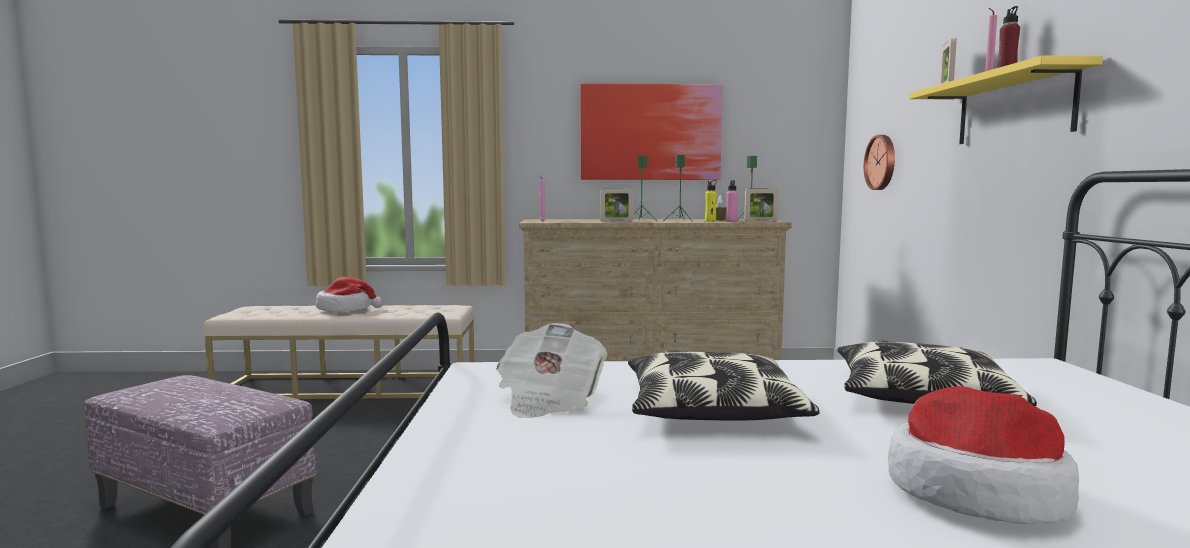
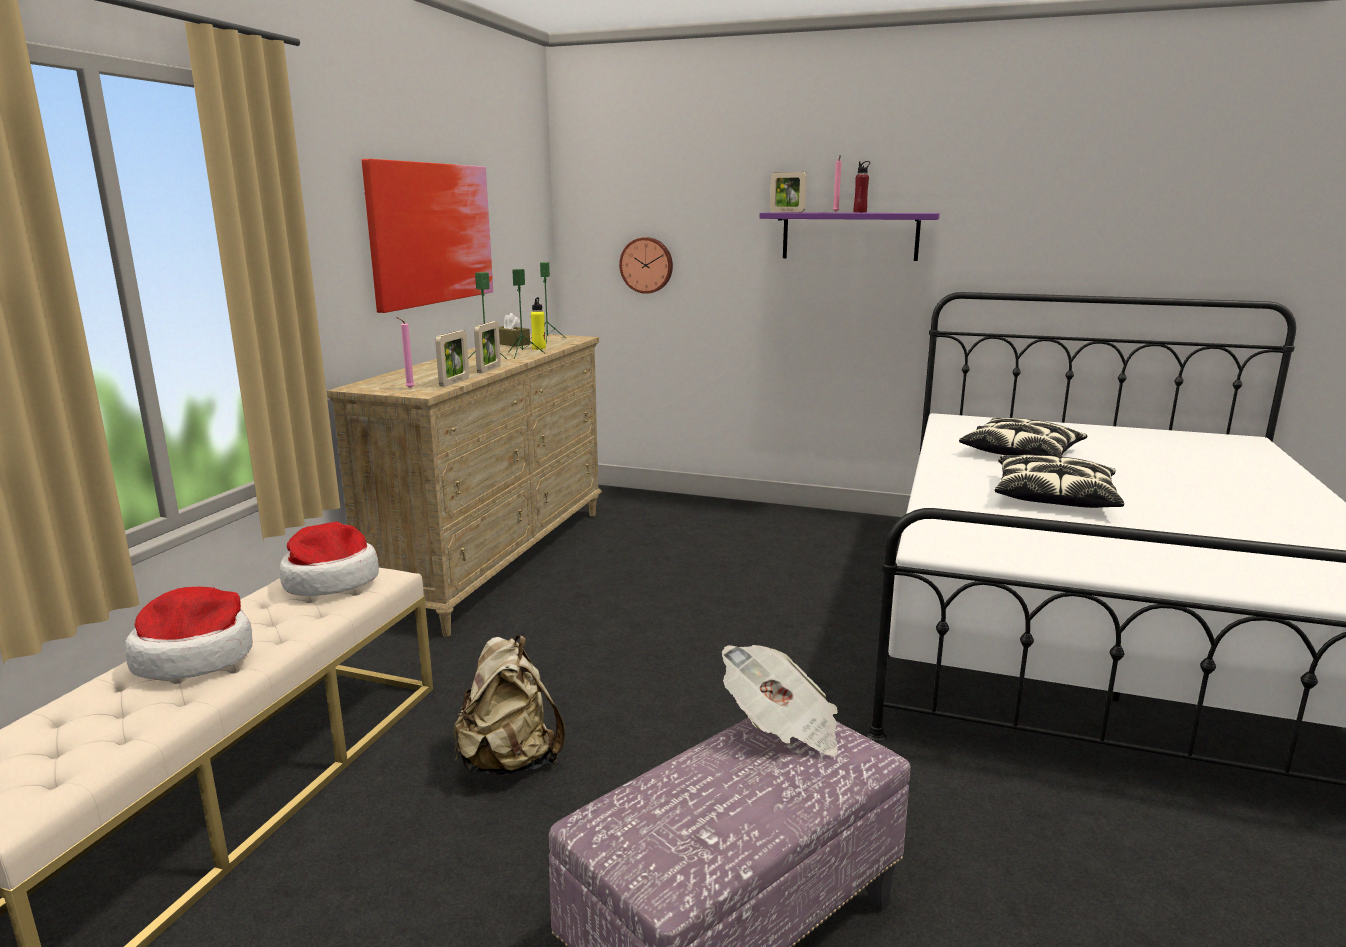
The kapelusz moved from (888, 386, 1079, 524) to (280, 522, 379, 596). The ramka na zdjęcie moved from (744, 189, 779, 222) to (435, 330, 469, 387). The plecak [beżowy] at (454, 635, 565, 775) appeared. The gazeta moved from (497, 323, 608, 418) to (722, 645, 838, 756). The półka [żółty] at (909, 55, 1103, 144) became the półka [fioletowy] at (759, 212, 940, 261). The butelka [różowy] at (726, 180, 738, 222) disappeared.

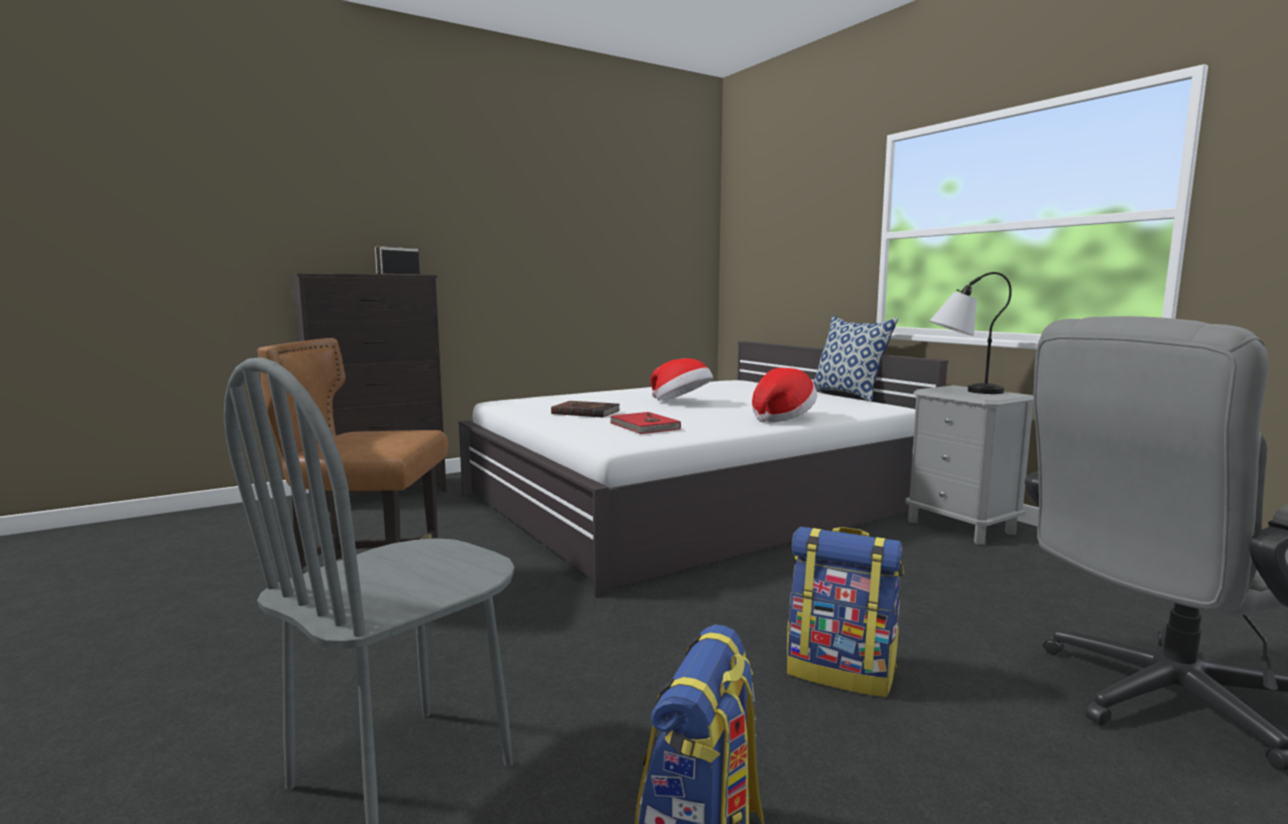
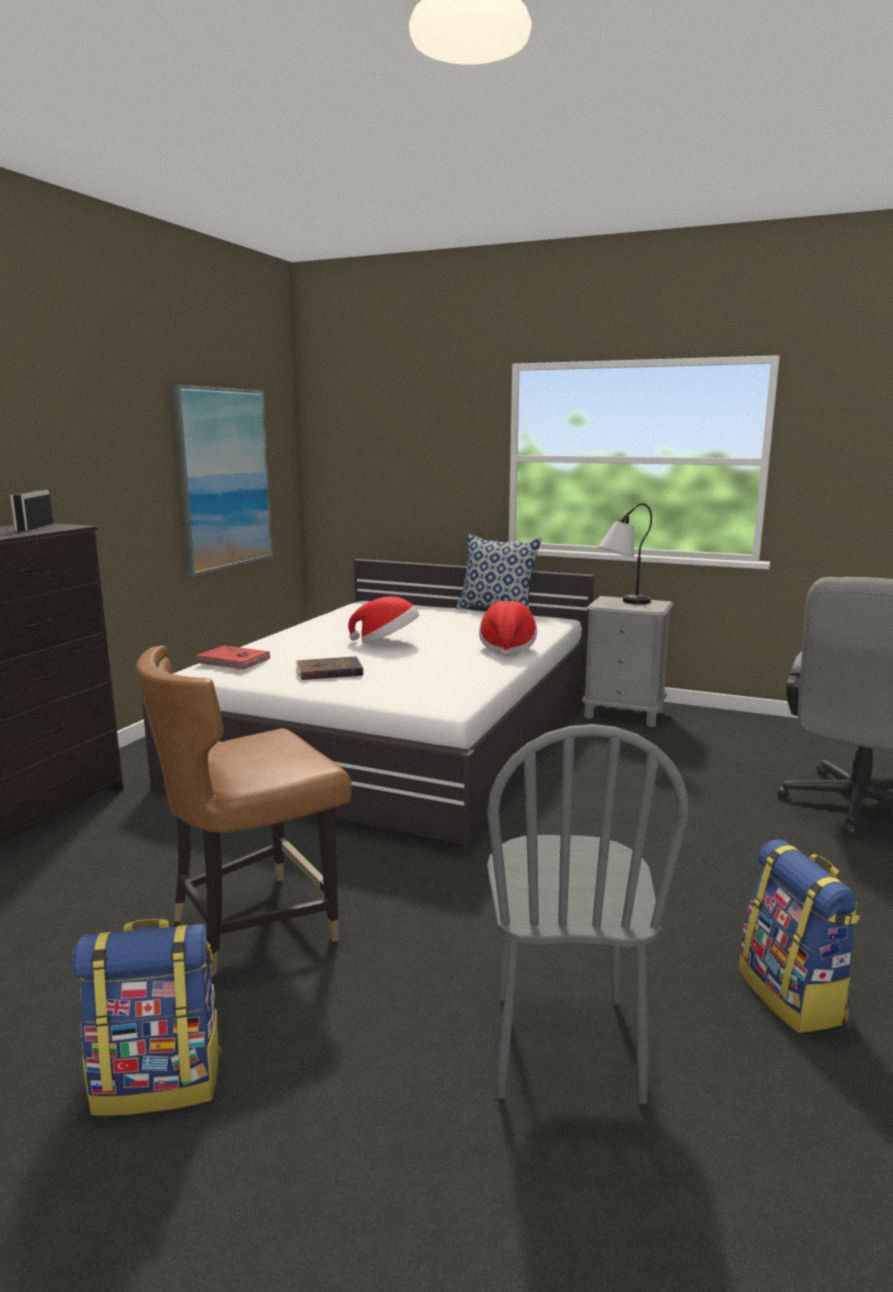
The plecak moved from (787, 527, 904, 697) to (72, 919, 222, 1116). The obraz at (172, 385, 273, 576) appeared. The książka [czerwony] moved from (610, 412, 681, 434) to (195, 645, 270, 669).

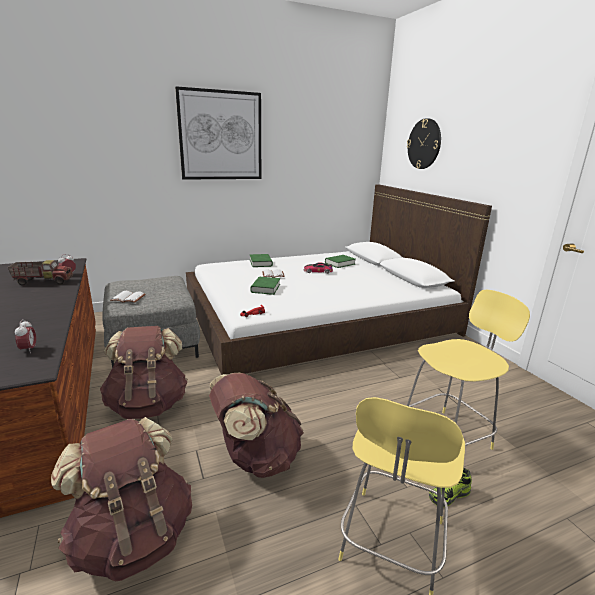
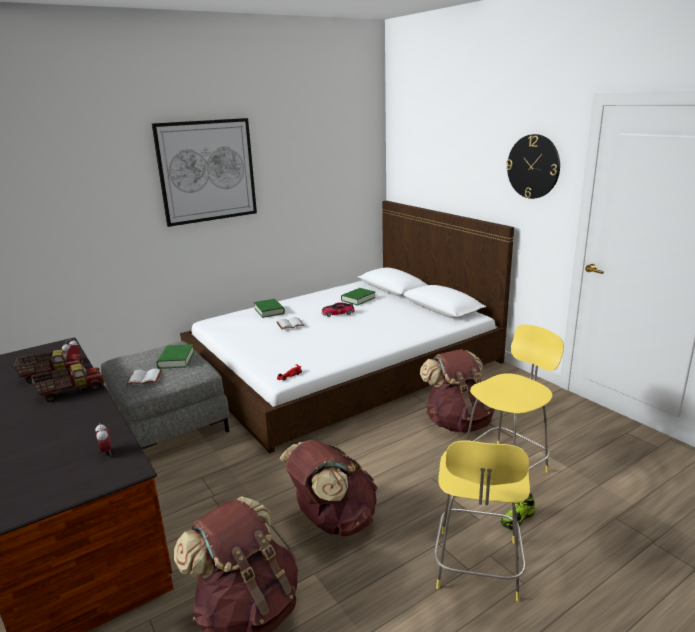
The ciężarówka zabawkowa at (31, 364, 104, 402) appeared. The książka [zielony] moved from (250, 277, 280, 295) to (156, 344, 195, 369). The plecak [brązowy] moved from (100, 326, 188, 419) to (420, 349, 495, 433). The zegar ścienny moved from (407, 118, 441, 169) to (506, 134, 560, 199).

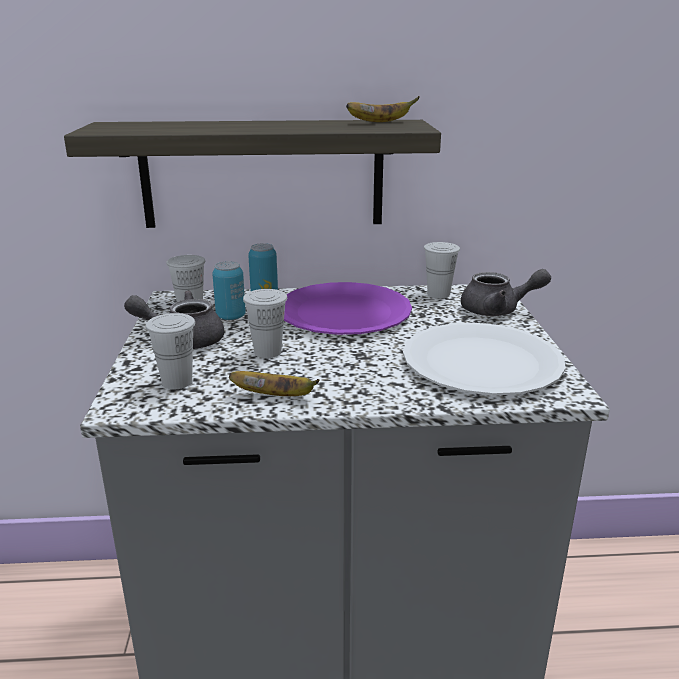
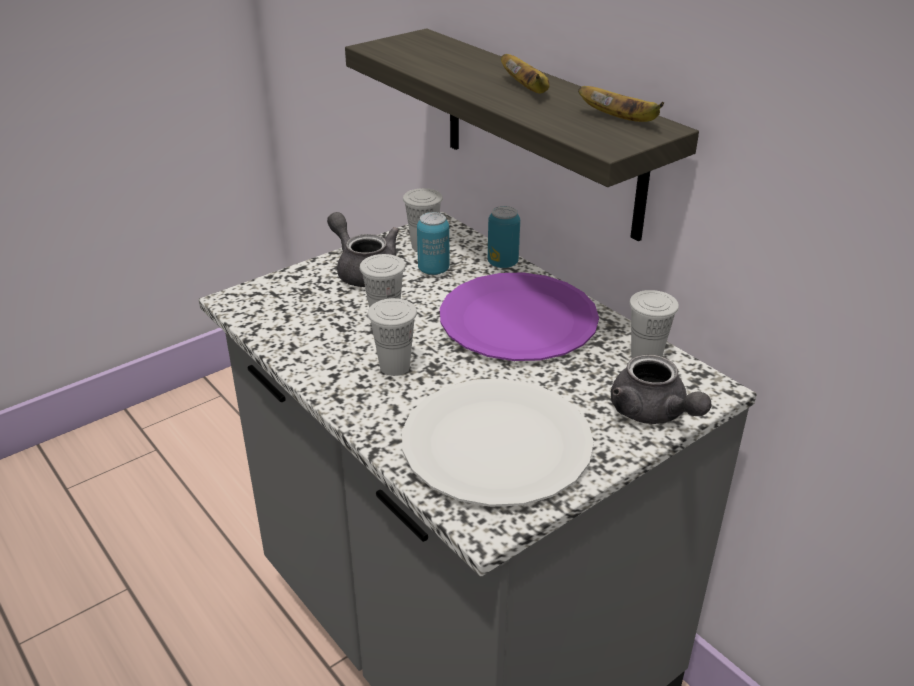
The filiżanka [biały] moved from (146, 313, 195, 389) to (368, 298, 417, 376). The banan moved from (229, 371, 319, 396) to (501, 54, 550, 94).

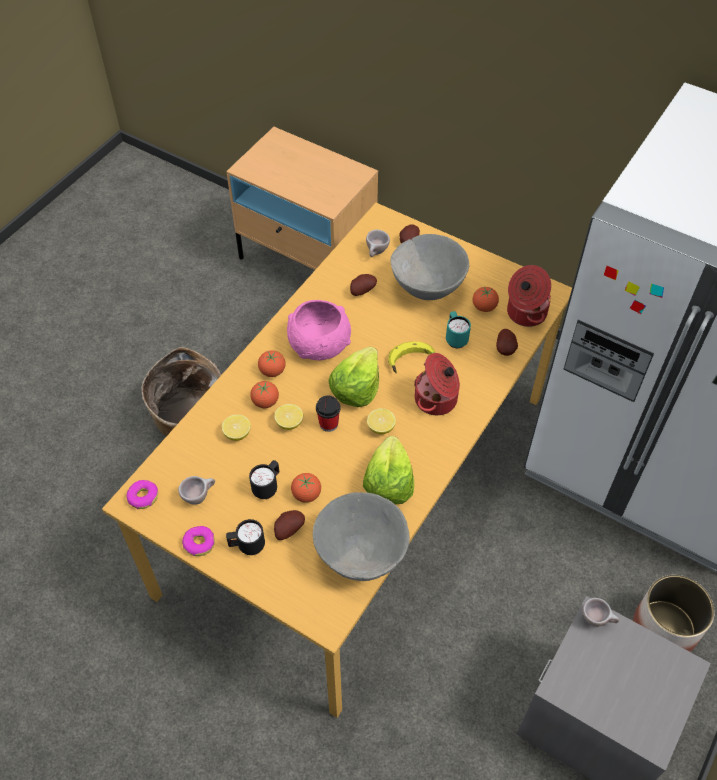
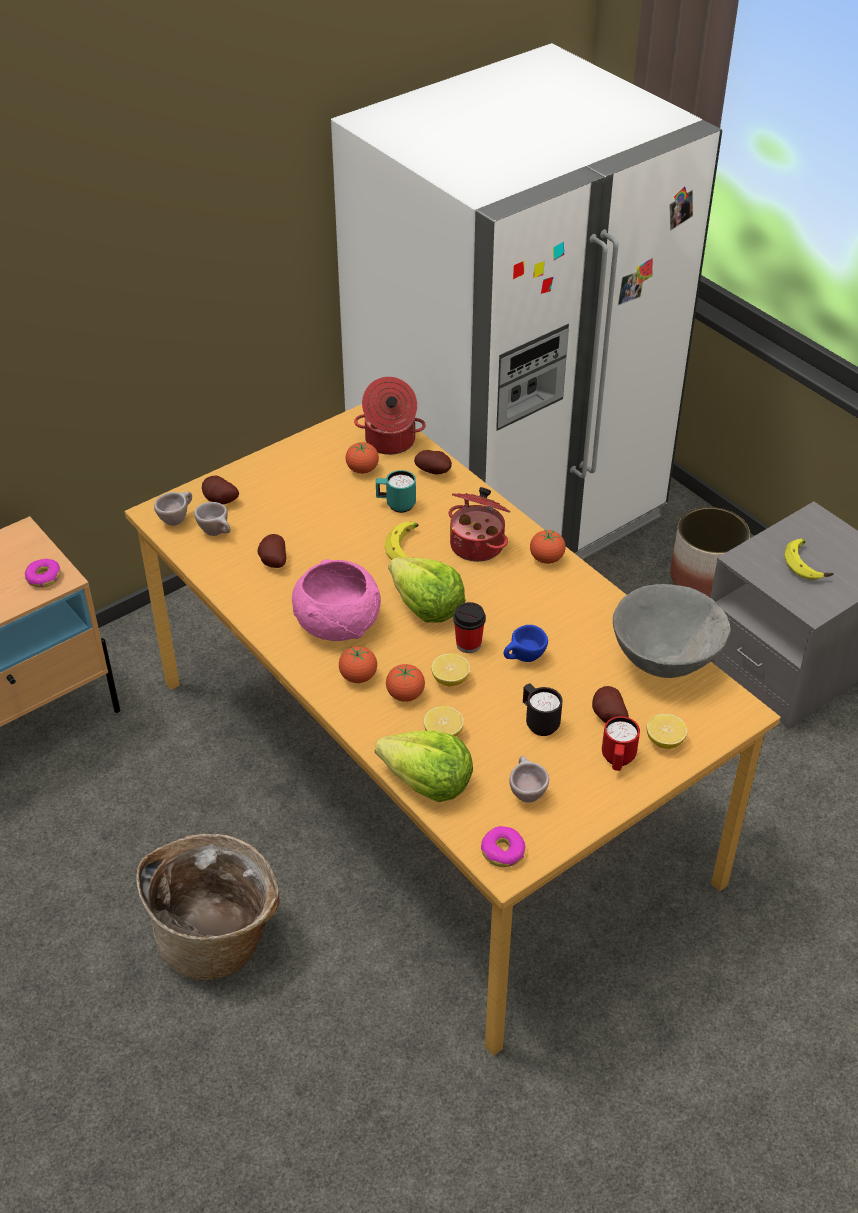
The donut moved from (182, 526, 215, 556) to (25, 559, 61, 588). The filiżanka [beżowy] moved from (582, 598, 620, 627) to (154, 492, 192, 526). The sałata moved from (363, 436, 414, 504) to (375, 731, 473, 802). The filiżanka [niebieski] at (503, 625, 548, 662) appeared. The pomidor moved from (291, 473, 321, 503) to (530, 529, 566, 564). The kubek [czarny] at (226, 519, 265, 555) became the kubek [czerwony] at (602, 716, 640, 771). The cytryna moved from (367, 408, 396, 434) to (647, 714, 688, 749). The banan at (785, 539, 834, 580) appeared. The miska [szary] at (390, 234, 469, 300) disappeared.

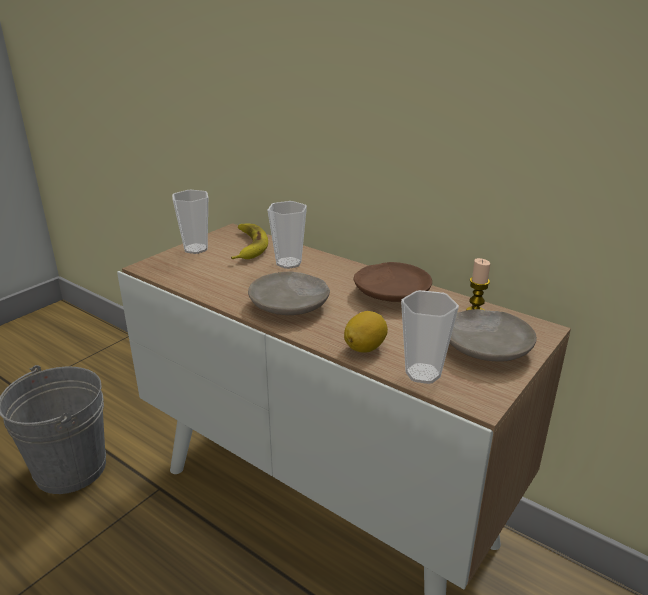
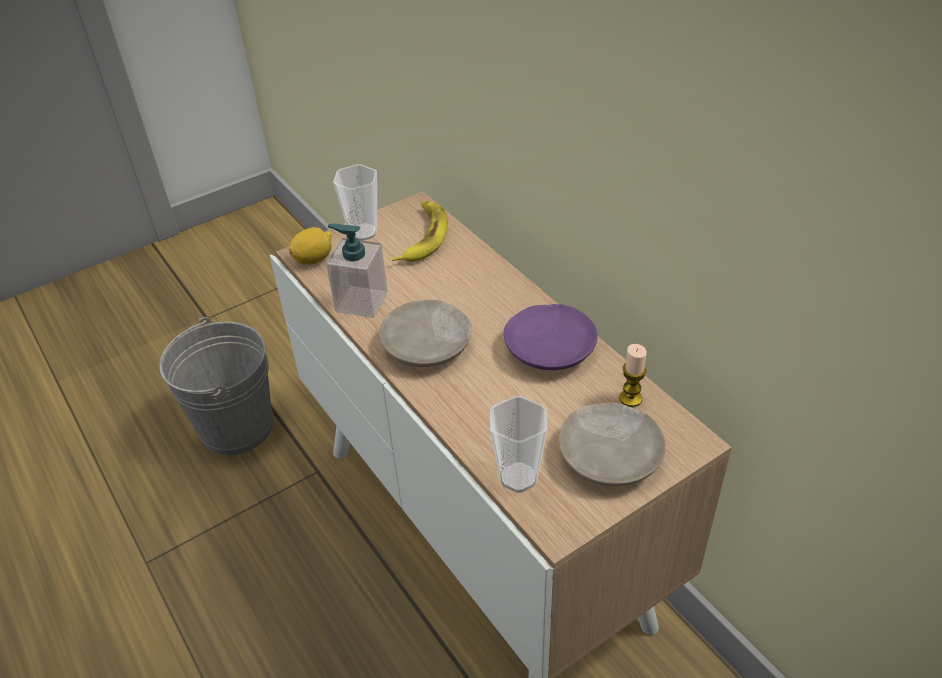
The cytryna moved from (344, 311, 388, 353) to (289, 227, 332, 265). The dozownik mydła at (326, 224, 388, 318) appeared. The talerz [brązowy] at (353, 262, 432, 302) became the talerz [fioletowy] at (504, 304, 598, 370). The filiżanka at (267, 201, 307, 269) disappeared.

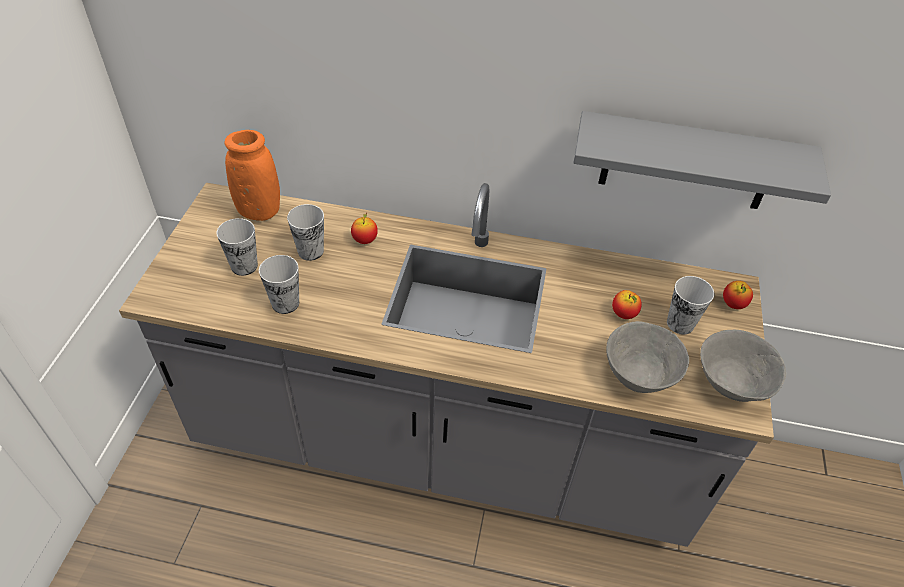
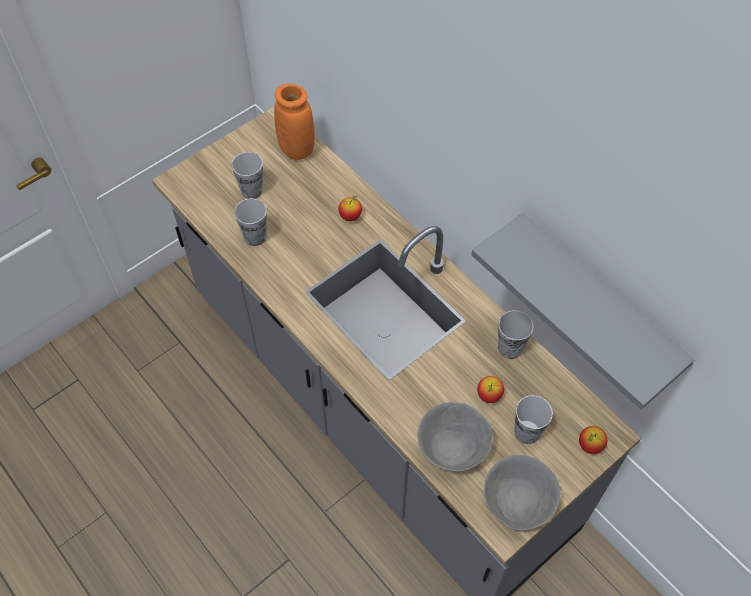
The filiżanka moved from (287, 204, 324, 261) to (498, 310, 533, 359).

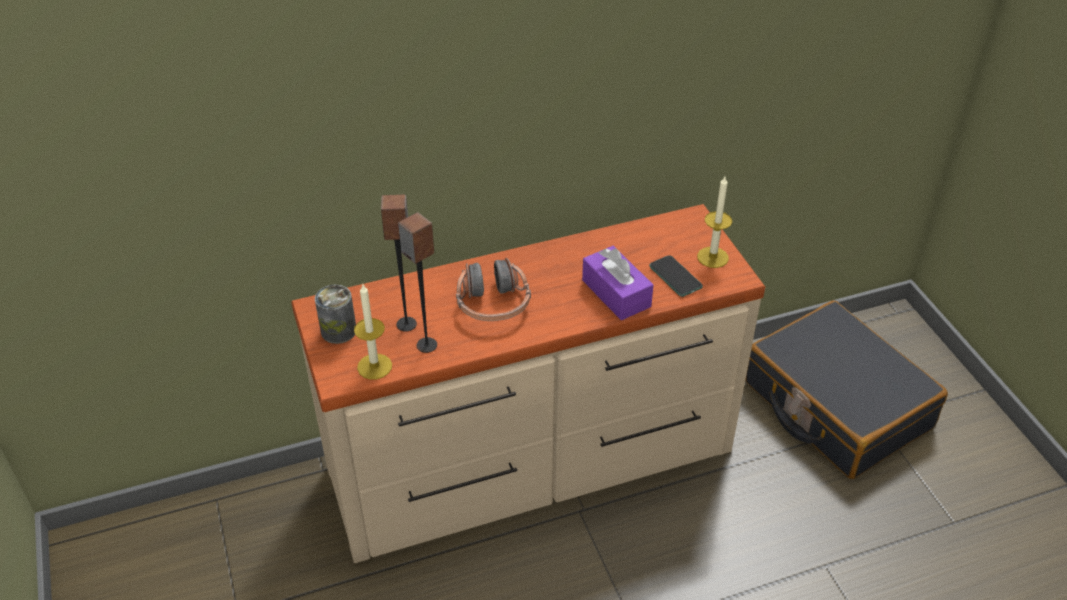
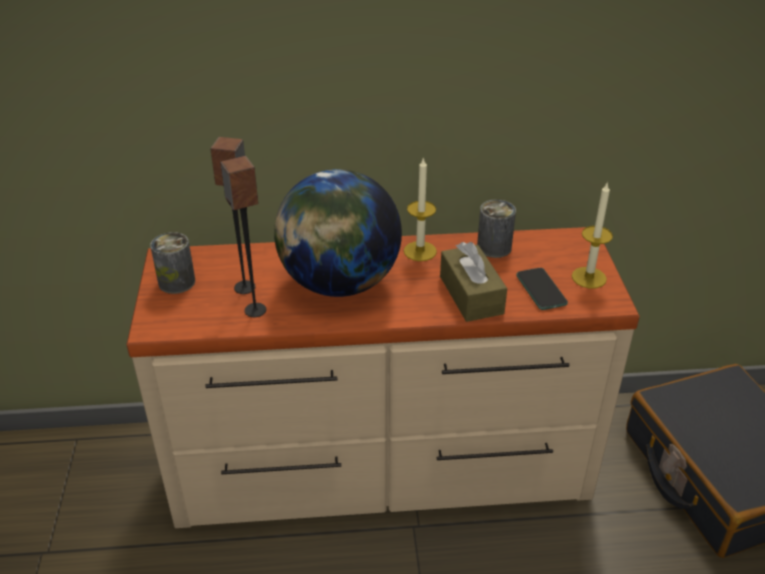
The słuchawki at (456, 258, 531, 321) was replaced by the globus at (274, 169, 402, 297). The świeca moved from (354, 285, 392, 380) to (404, 157, 437, 261). The pudełko chusteczek [fioletowy] at (582, 246, 654, 320) became the pudełko chusteczek [brązowy] at (440, 242, 507, 322). The puszka at (477, 199, 516, 258) appeared.

